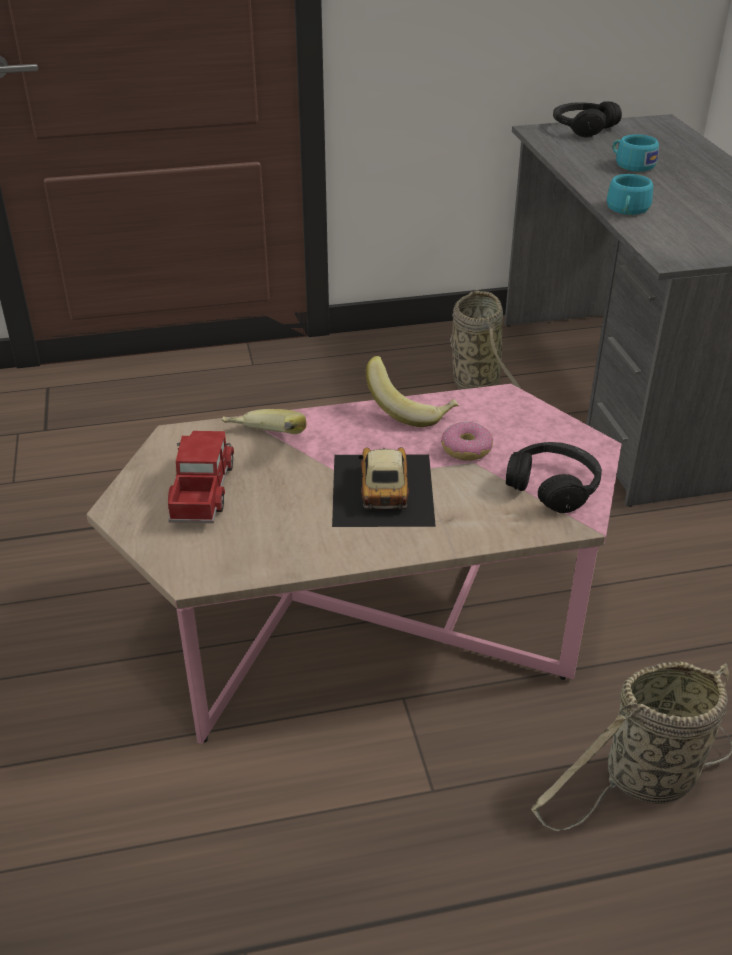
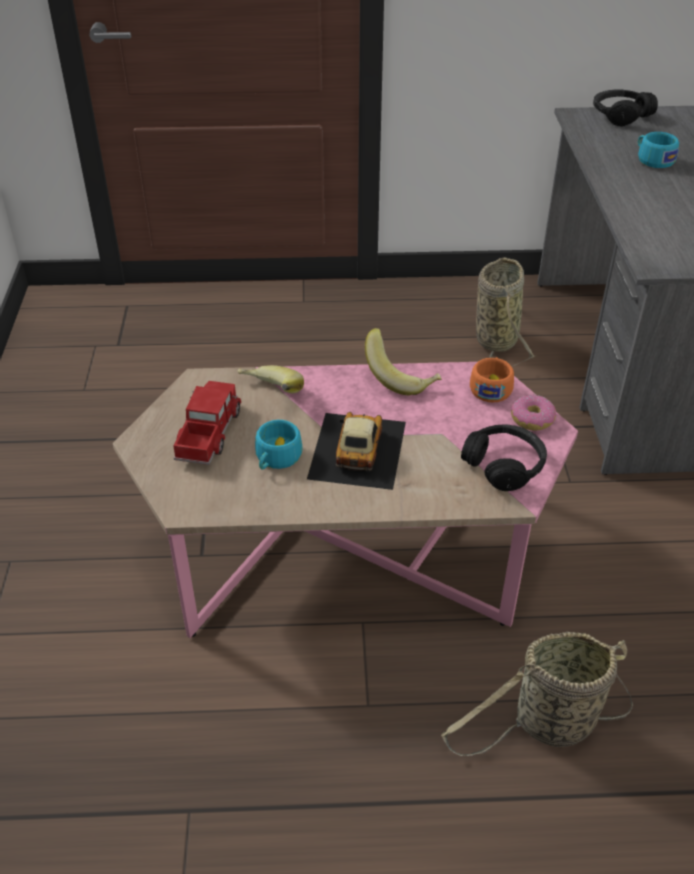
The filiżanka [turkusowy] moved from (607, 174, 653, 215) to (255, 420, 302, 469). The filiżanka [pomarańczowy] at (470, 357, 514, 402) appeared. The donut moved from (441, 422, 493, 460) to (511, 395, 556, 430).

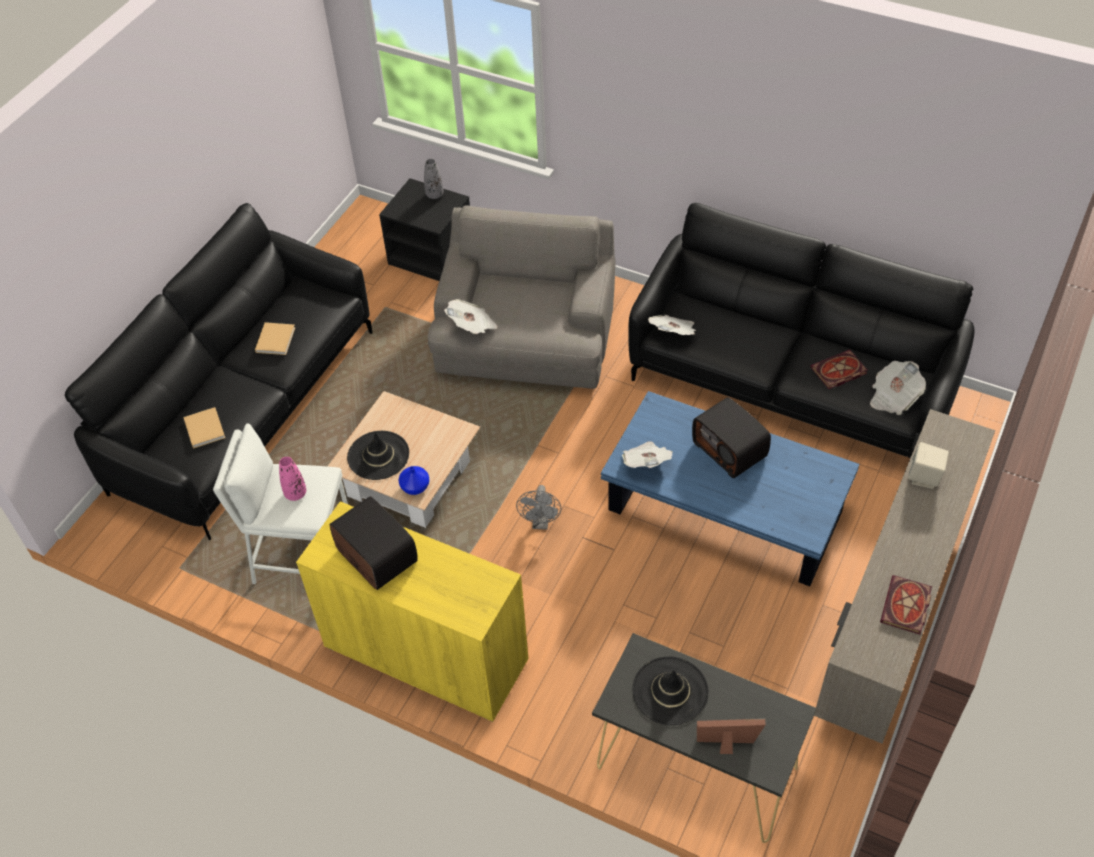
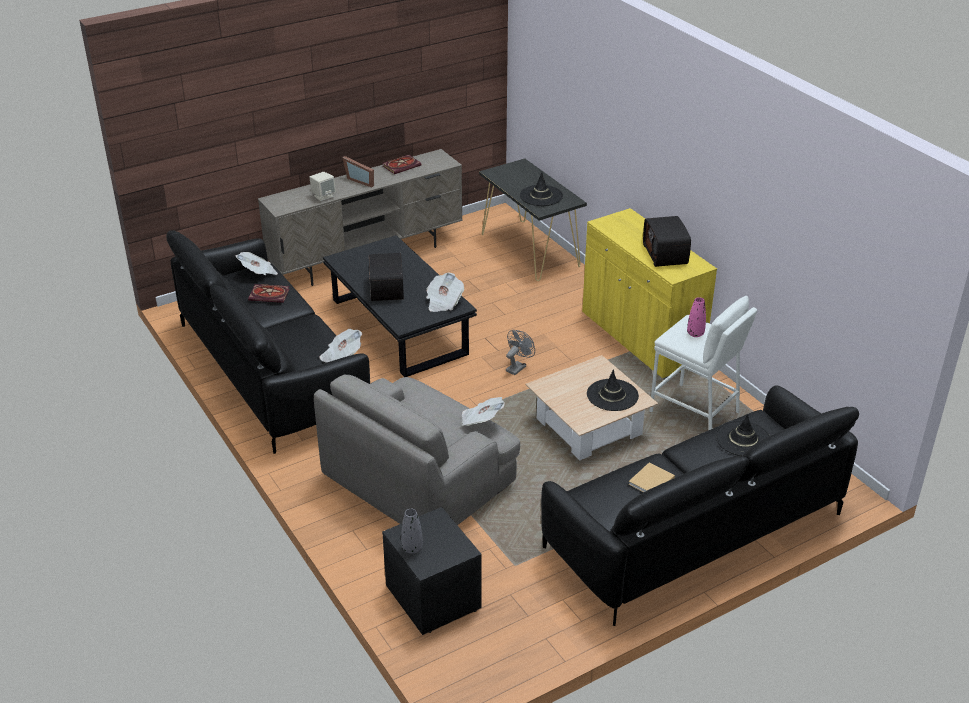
The ława [niebieski] at (601, 391, 859, 586) became the ława [czarny] at (323, 235, 477, 377). The ramka na zdjęcie moved from (697, 719, 766, 754) to (342, 156, 374, 187). The książka [beżowy] at (183, 407, 225, 449) was replaced by the kapelusz [czarny] at (715, 414, 770, 456). The wazon [niebieski] at (399, 466, 430, 495) disappeared.

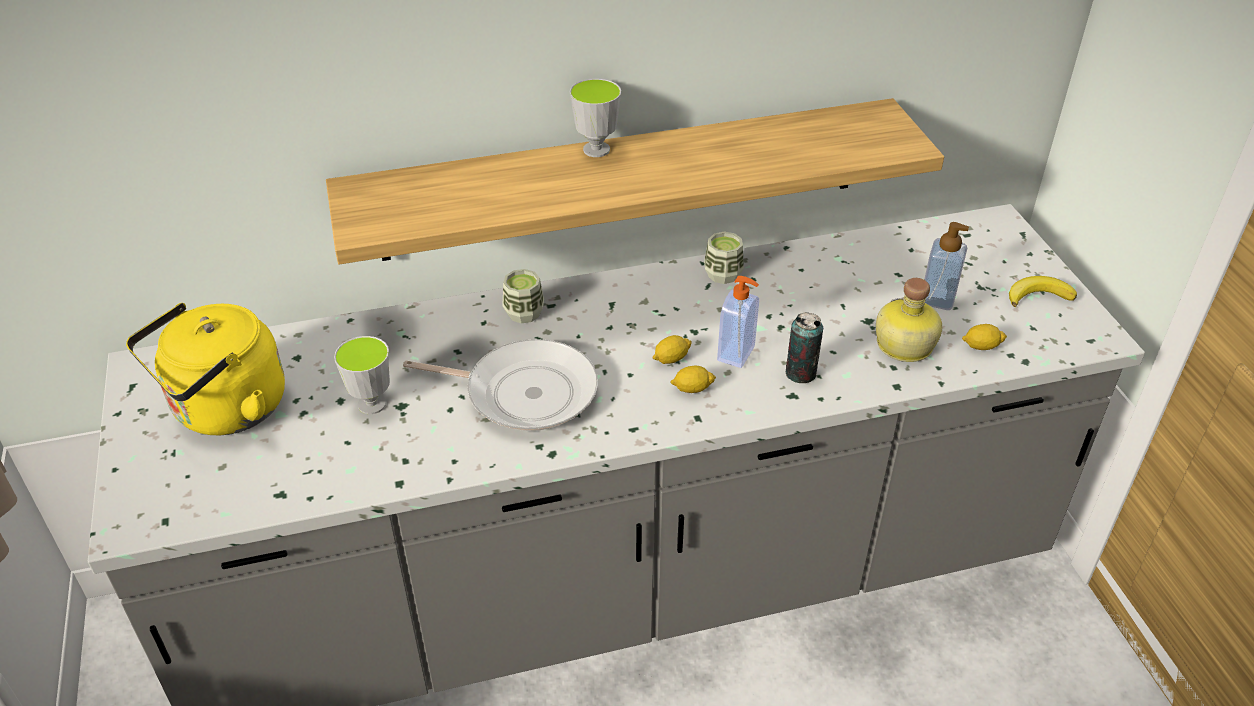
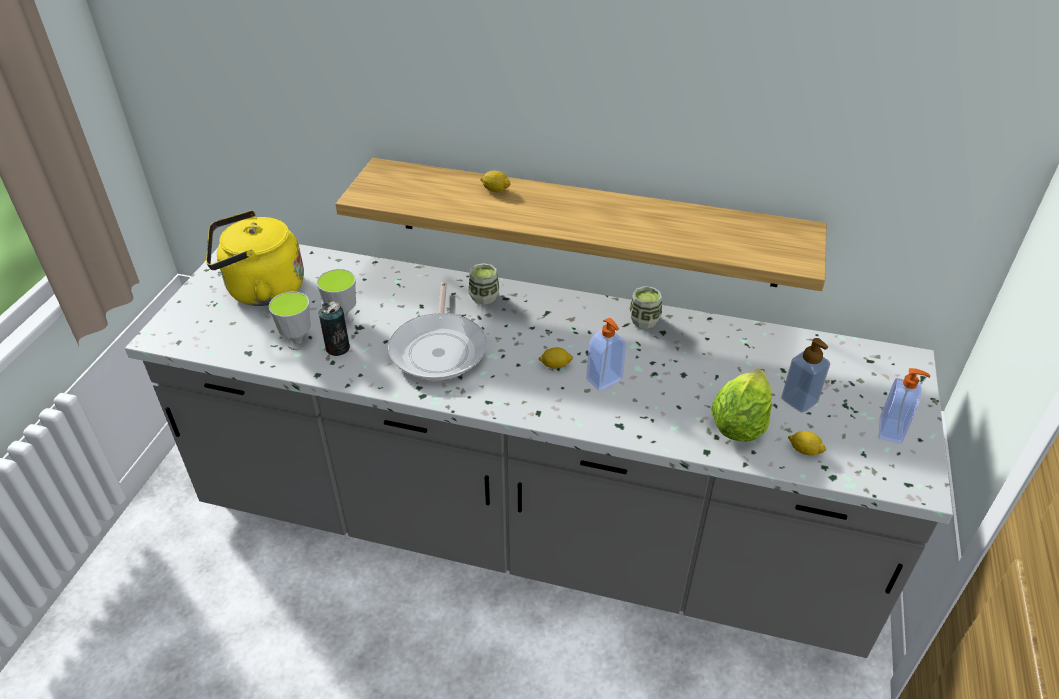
The filiżanka moved from (570, 78, 621, 157) to (269, 292, 311, 350). The puszka moved from (786, 312, 823, 383) to (319, 301, 350, 356). The patelnia at (403, 339, 598, 431) turned 45 degrees clockwise. The cytryna moved from (671, 365, 716, 393) to (480, 171, 511, 192). The butelka at (876, 278, 942, 362) was replaced by the sałata at (711, 369, 772, 442). The banan at (1009, 276, 1077, 307) was replaced by the dozownik mydła at (878, 368, 930, 444).

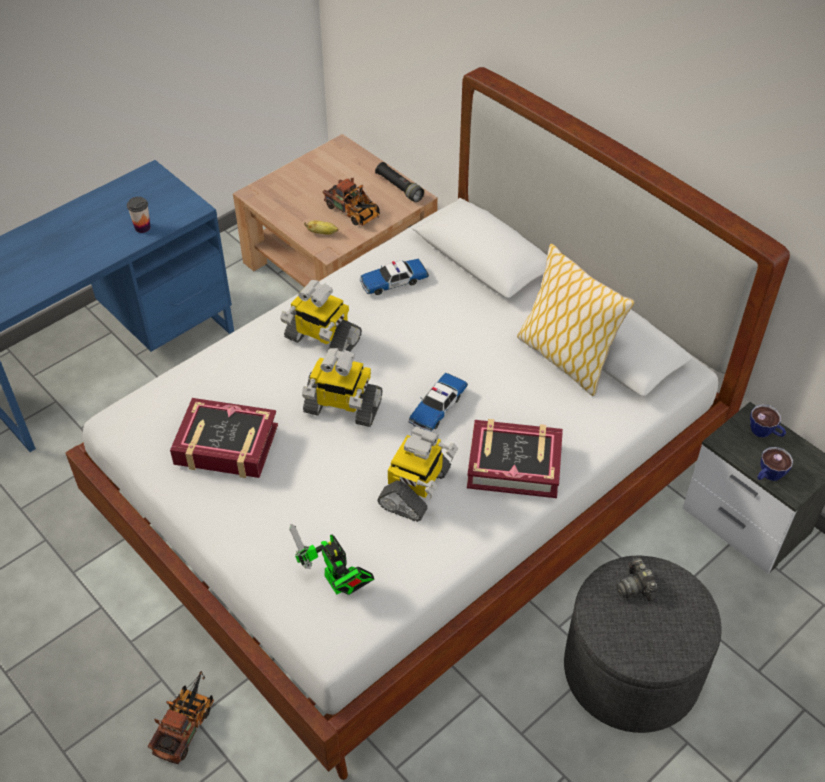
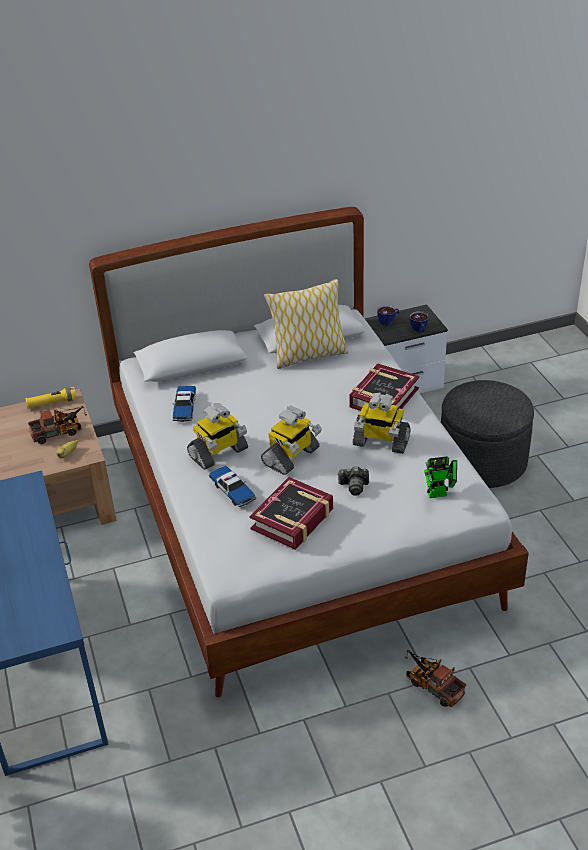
The latarka [czarny] at (375, 162, 424, 202) became the latarka [żółty] at (25, 387, 77, 409). The samochodzik moved from (408, 373, 468, 432) to (209, 466, 256, 507). The aparat fotograficzny moved from (617, 558, 658, 601) to (337, 466, 369, 496). The robot zabawkowy at (377, 426, 458, 522) turned 150 degrees clockwise. The filiżanka at (127, 197, 151, 233) disappeared.

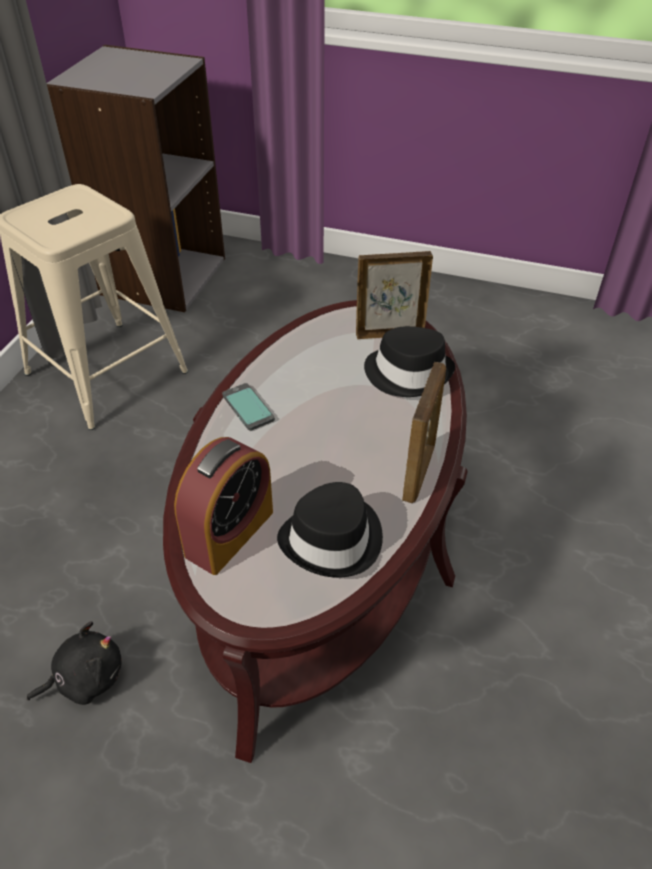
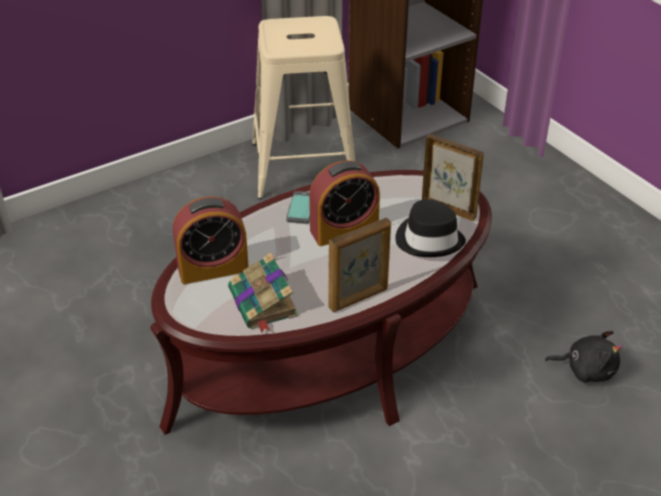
The kapelusz [czarny] at (277, 482, 383, 578) was replaced by the książka at (228, 253, 299, 333). The budzik at (309, 160, 380, 246) appeared. The pluszak [czarny] moved from (27, 621, 122, 705) to (545, 331, 623, 383).

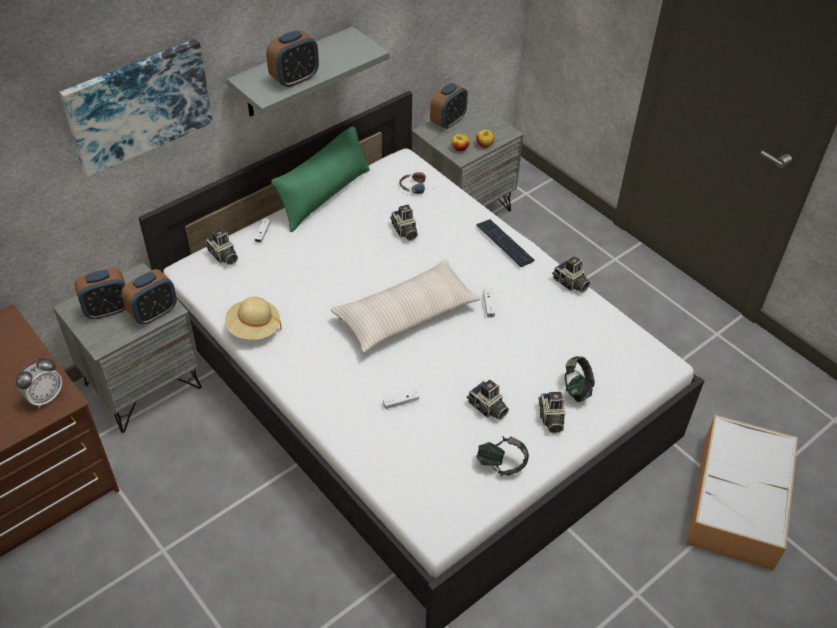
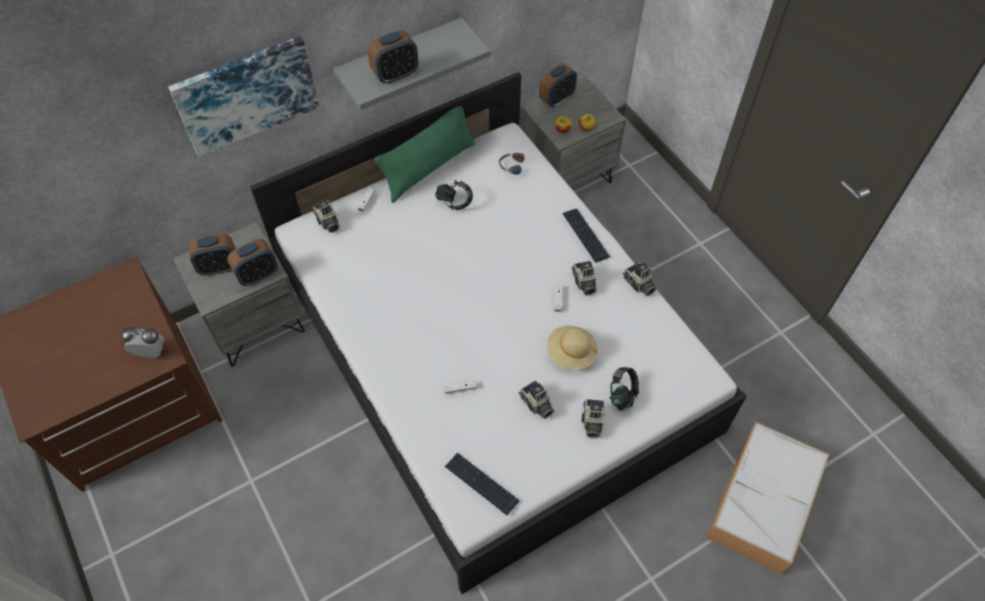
The budzik at (16, 358, 62, 408) turned 135 degrees counterclockwise. The słuchawki moved from (476, 436, 529, 476) to (435, 180, 473, 210). The klawiatura at (445, 453, 519, 516) appeared. The kapelusz [beżowy] moved from (225, 297, 282, 340) to (547, 326, 597, 370). The aparat fotograficzny moved from (390, 205, 418, 241) to (572, 261, 597, 296). The poduszka [beżowy] at (331, 260, 481, 352) disappeared.

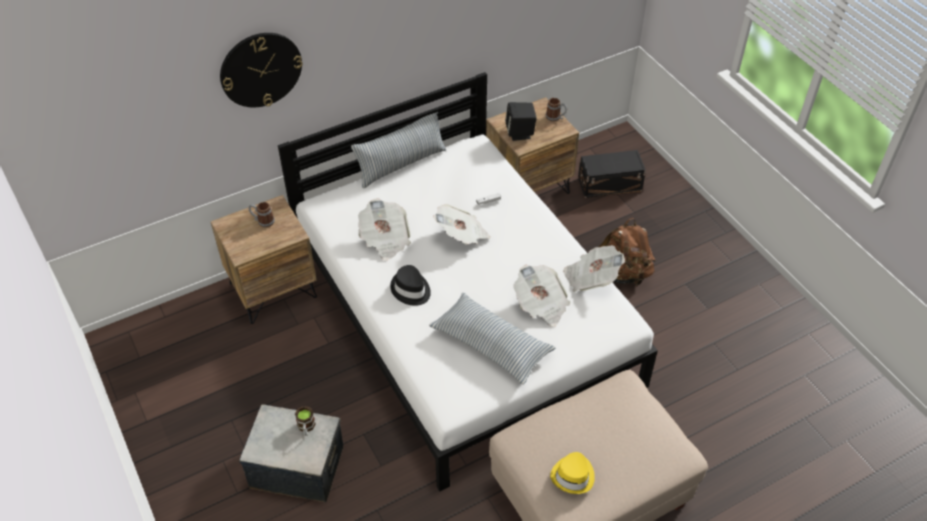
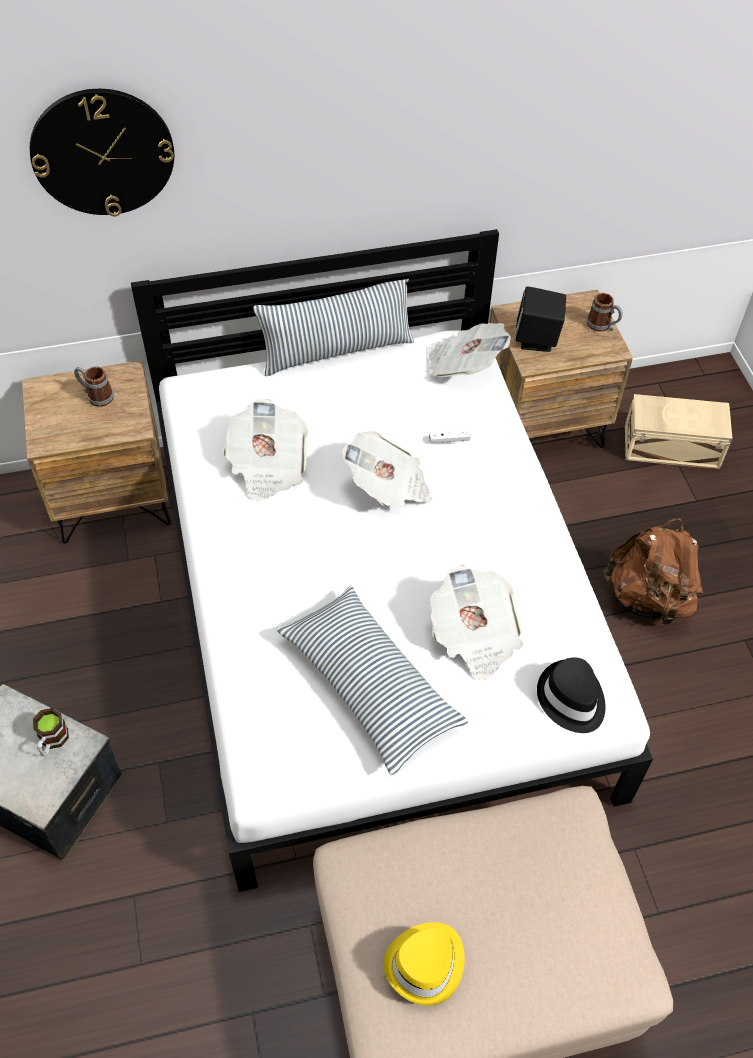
The gazeta moved from (563, 245, 625, 292) to (429, 323, 511, 377). The kapelusz [czarny] moved from (390, 265, 431, 306) to (537, 657, 606, 733). The pojemnik do przechowywania [czarny] at (578, 150, 646, 198) became the pojemnik do przechowywania [beżowy] at (625, 394, 733, 469).

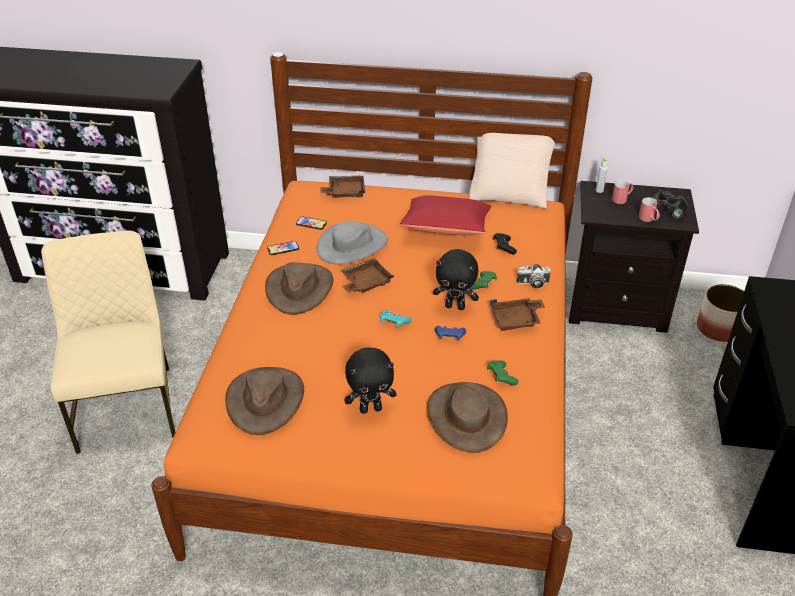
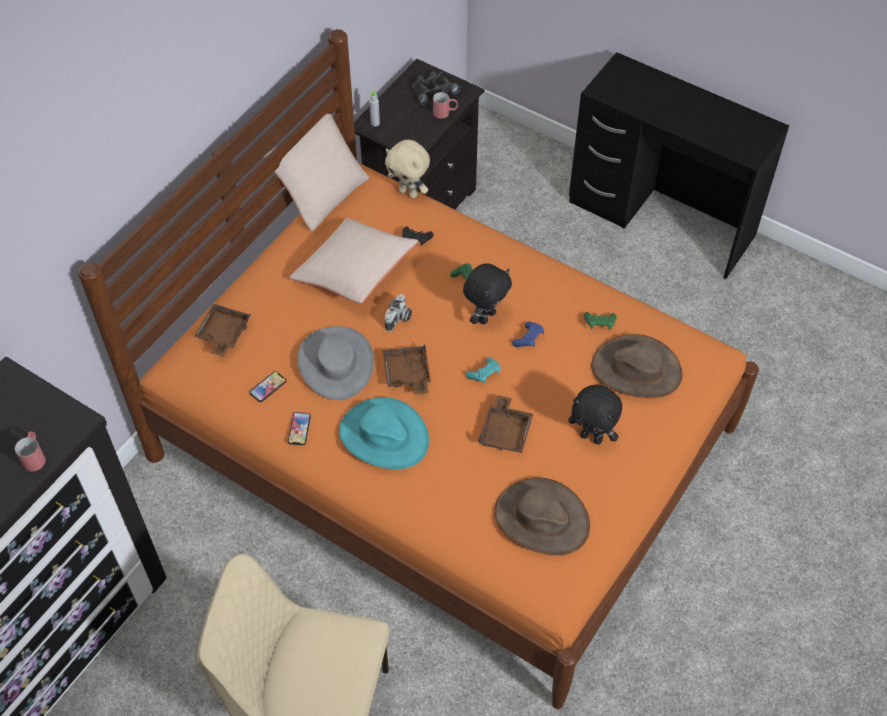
The kubek [czerwony] moved from (612, 180, 634, 204) to (15, 432, 46, 472). The poduszka [czerwony] at (400, 195, 491, 236) became the poduszka [beżowy] at (289, 218, 418, 303). The kapelusz [brązowy] at (265, 262, 333, 315) became the kapelusz [turkusowy] at (339, 397, 429, 469). The pluszak [beżowy] at (385, 140, 430, 198) appeared. The aparat fotograficzny moved from (516, 264, 551, 289) to (385, 294, 412, 332). The taca [brązowy] moved from (490, 298, 545, 331) to (479, 395, 533, 453). The pluszak [czarny] at (344, 347, 397, 414) turned 105 degrees clockwise. The donica at (697, 284, 744, 342) disappeared.

